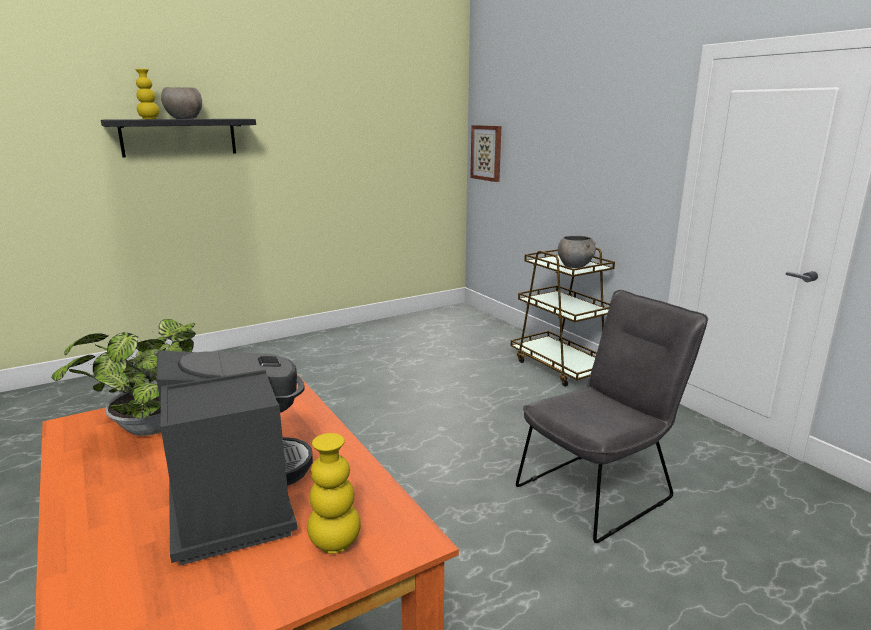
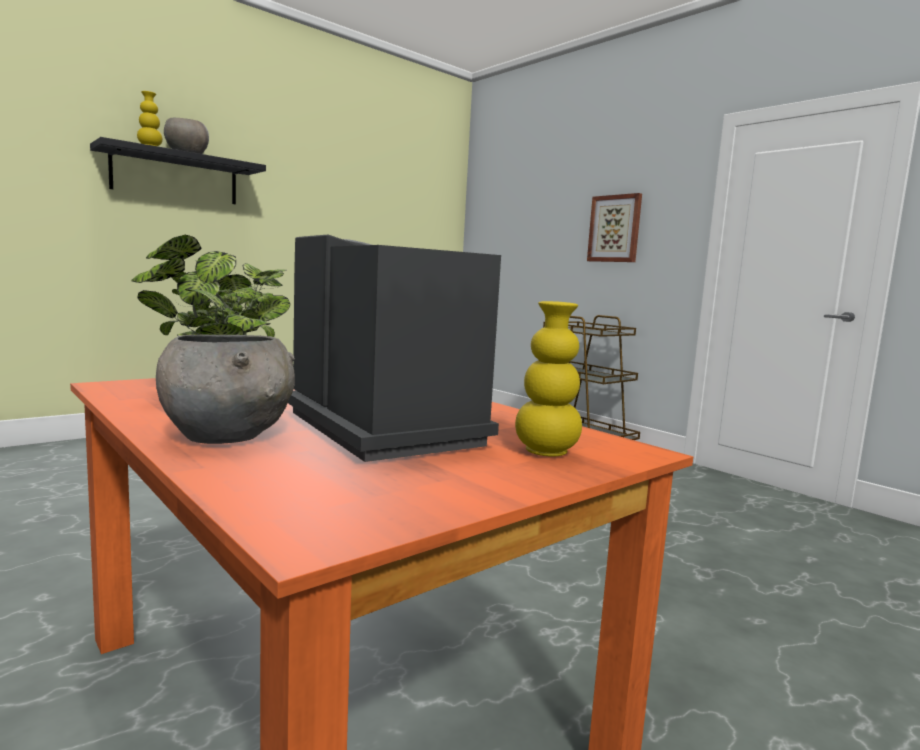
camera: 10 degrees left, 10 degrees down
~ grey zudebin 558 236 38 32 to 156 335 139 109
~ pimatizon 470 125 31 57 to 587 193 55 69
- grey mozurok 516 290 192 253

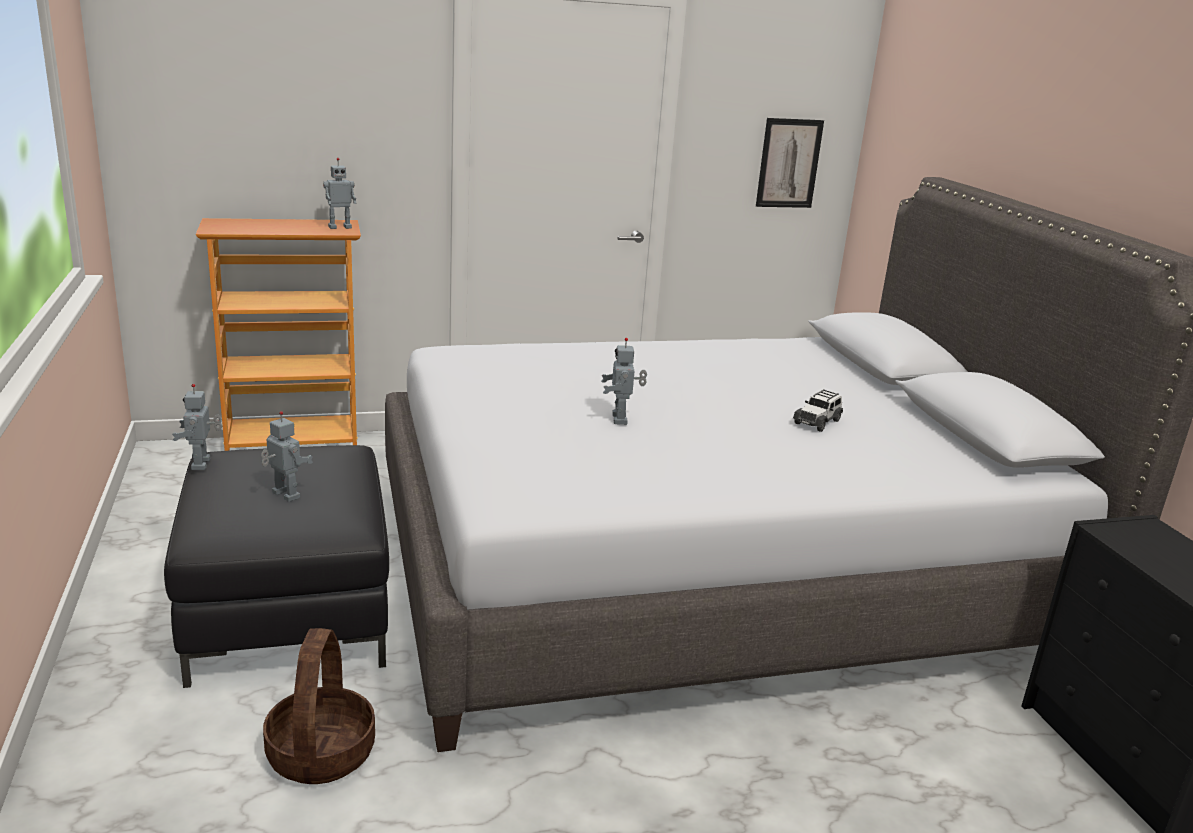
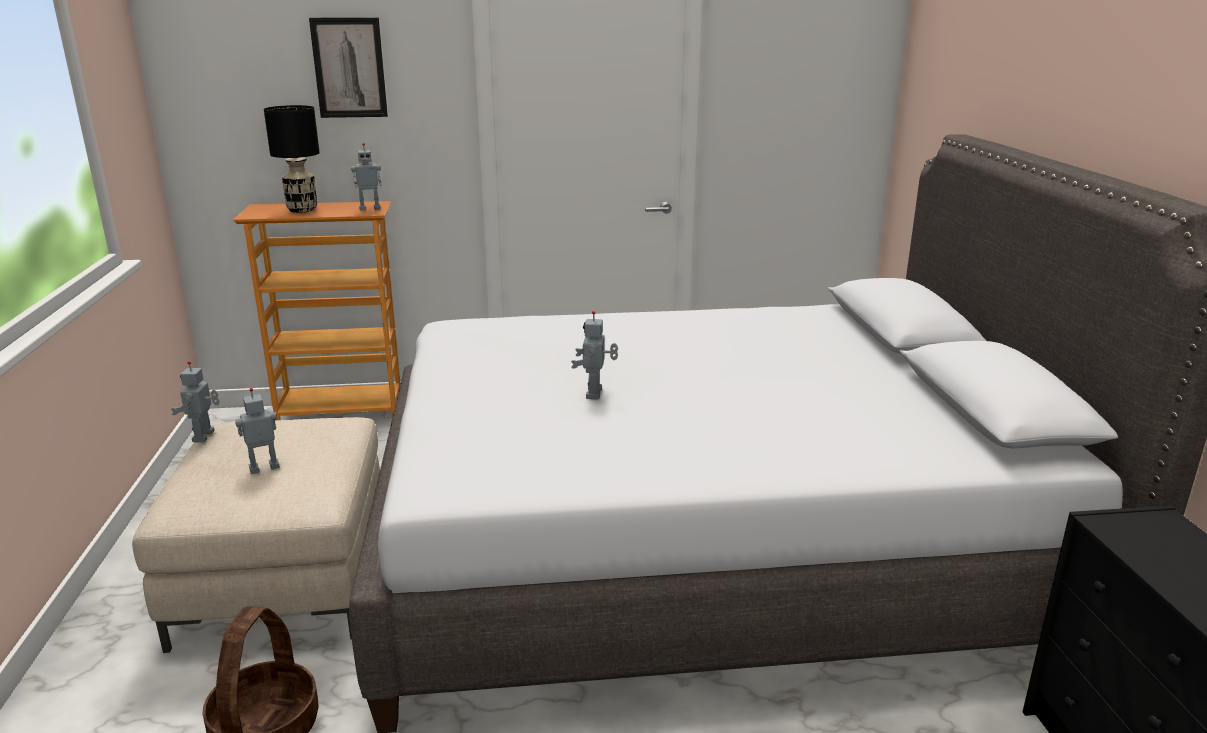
camera: 10 degrees right, 0 degrees up
~ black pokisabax 164 445 225 243 to beige pokisabax 132 417 248 236
~ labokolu 261 411 52 91 = 235 388 45 86 75 degrees counterclockwise
+ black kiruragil 264 105 56 108
~ pimatizon 756 118 68 90 to 309 17 79 101
- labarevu 793 389 50 43

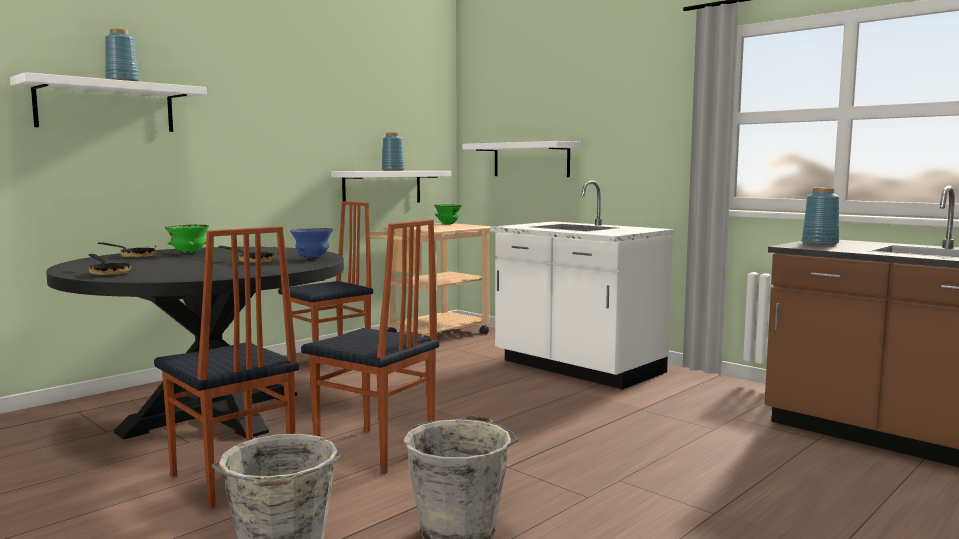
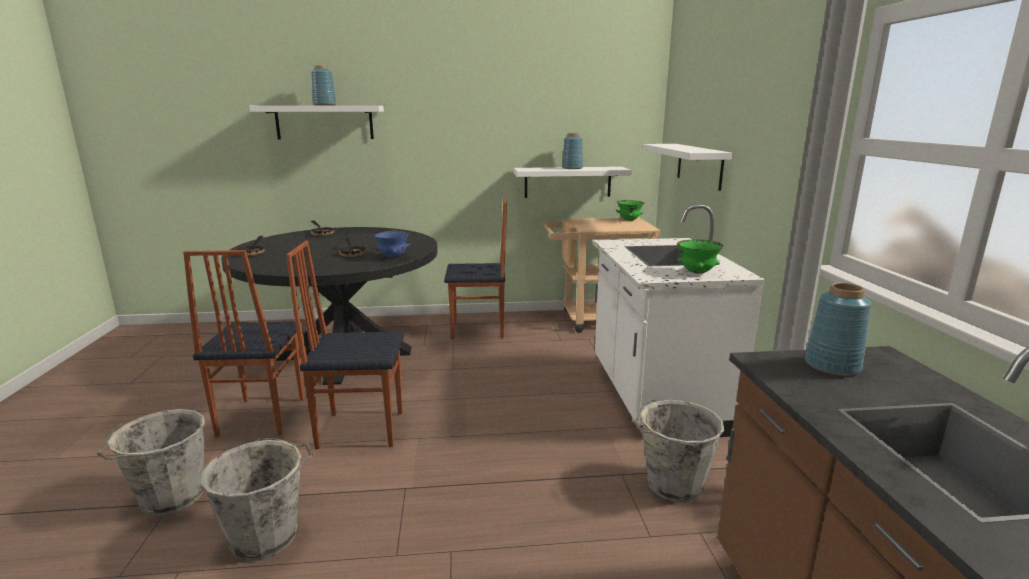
camera: 40 degrees right, 10 degrees up
~ mozurok 301 219 138 255 = 286 241 118 208 105 degrees clockwise
+ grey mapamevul 632 400 92 102
~ green zudebin 165 225 44 29 to 677 239 47 35

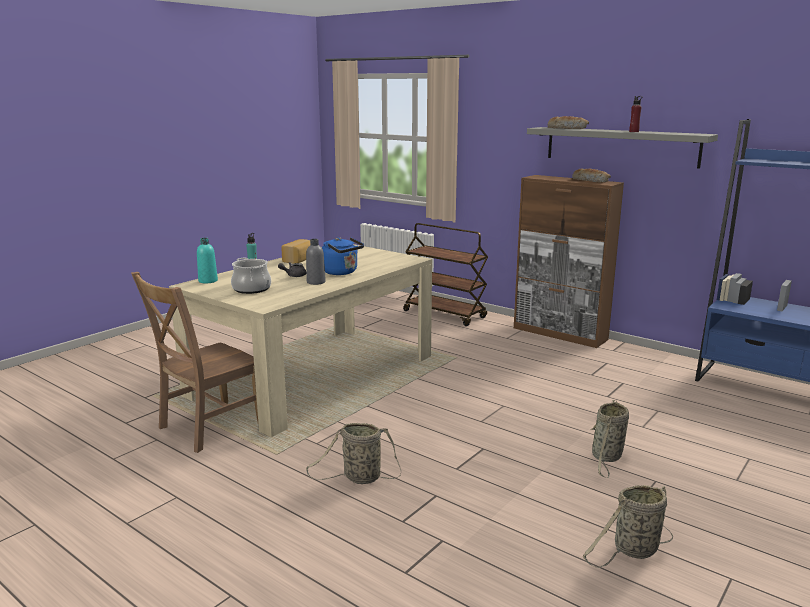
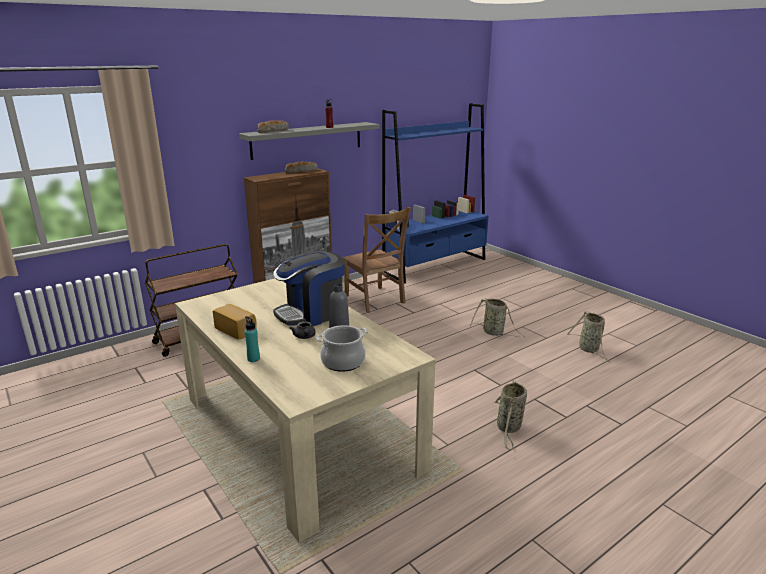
camera: 75 degrees left, 5 degrees up
~ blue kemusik 322 237 42 38 to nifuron 273 251 71 75
~ brown mozurok 131 272 127 181 to 343 207 68 106
- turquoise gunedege 197 238 21 45

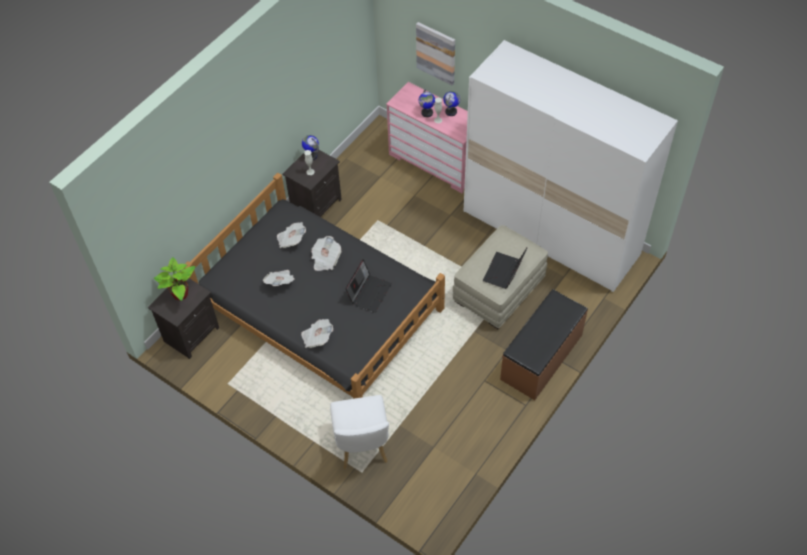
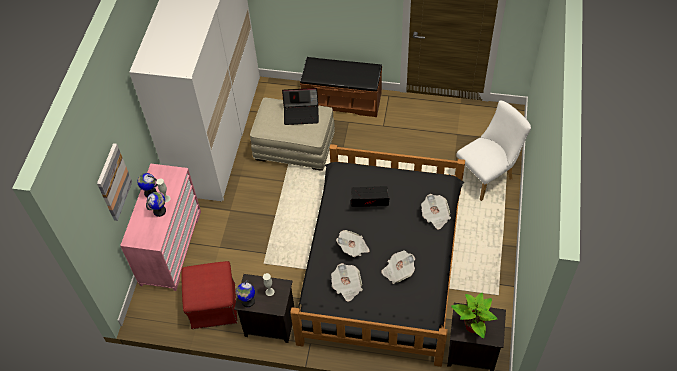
camera: 115 degrees left, 0 degrees up
+ red pokisabax 182 261 56 68

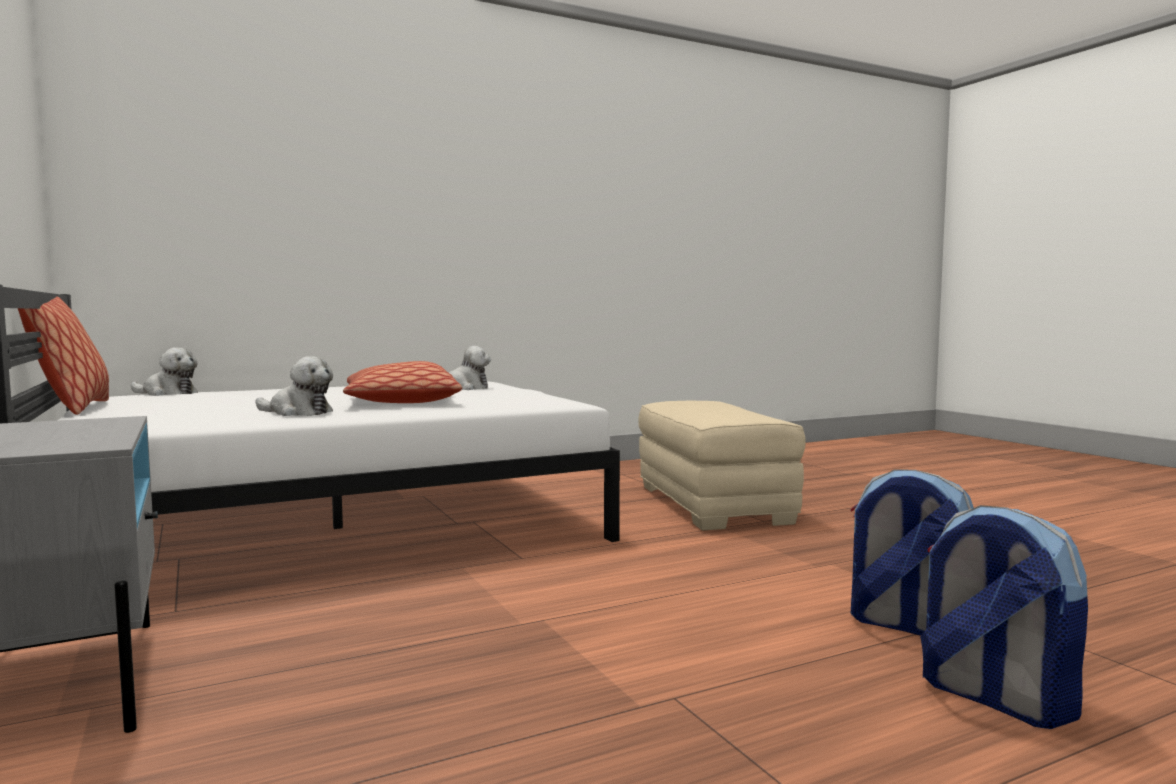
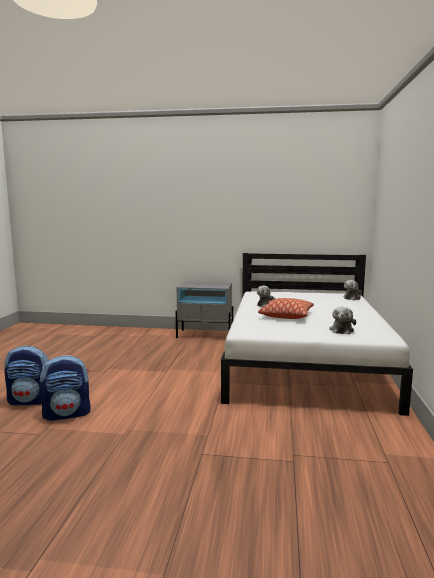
camera: 125 degrees right, 5 degrees up
- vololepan 18 296 91 119
- beige pokisabax 638 401 168 129

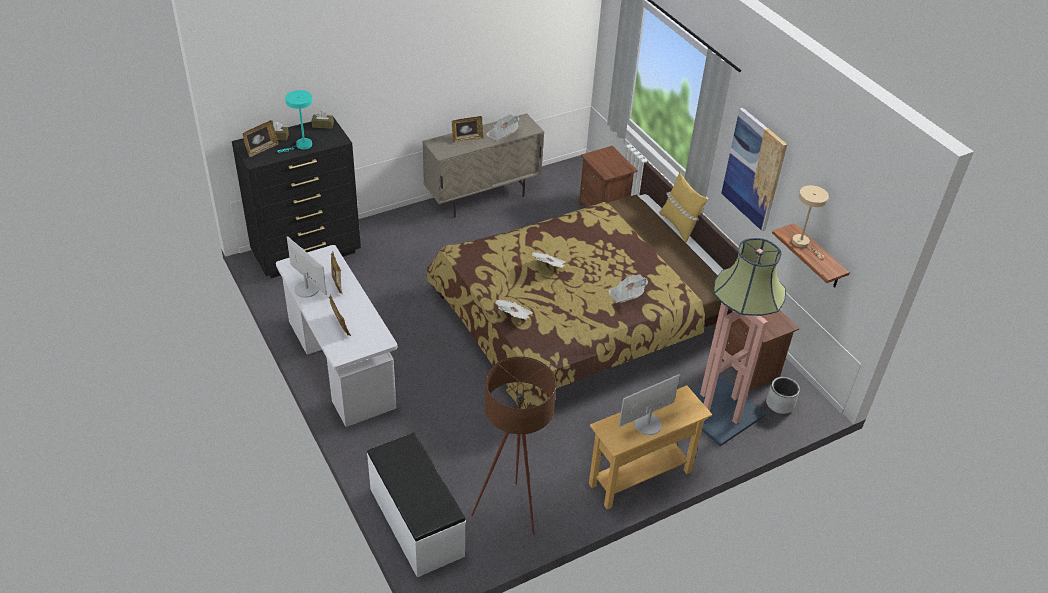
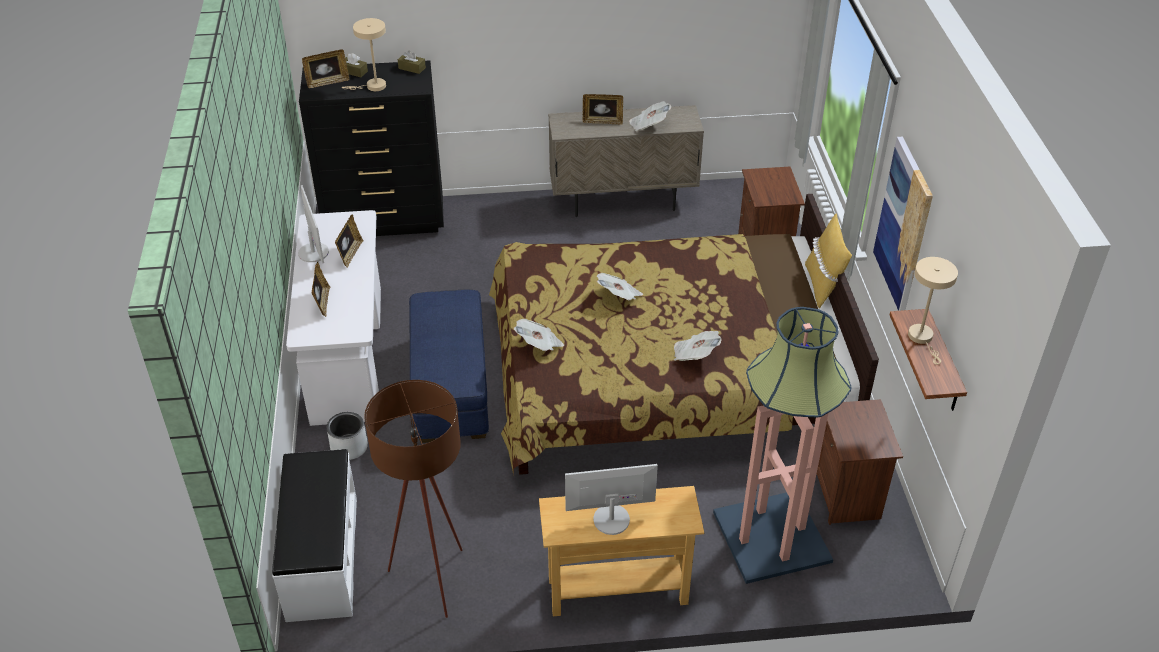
camera: 25 degrees right, 0 degrees up
~ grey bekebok 766 377 34 37 to 327 412 41 48
~ turquoise kiruragil 277 90 36 62 to beige kiruragil 342 18 44 73
+ blue pokisabax 409 290 80 153

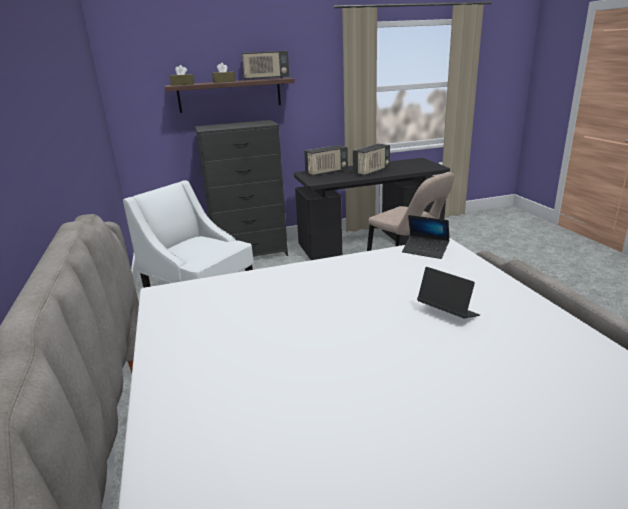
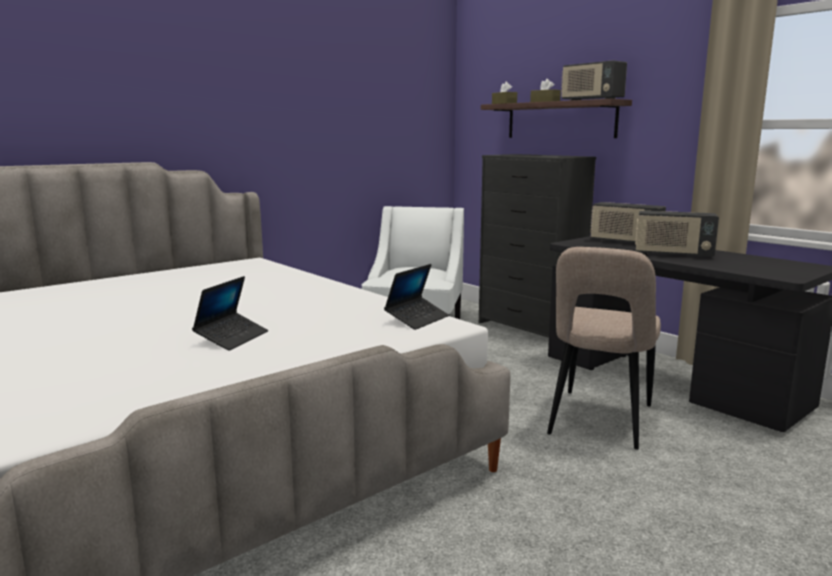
camera: 65 degrees right, 10 degrees down
~ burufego 402 215 47 44 = 384 264 65 66 150 degrees counterclockwise

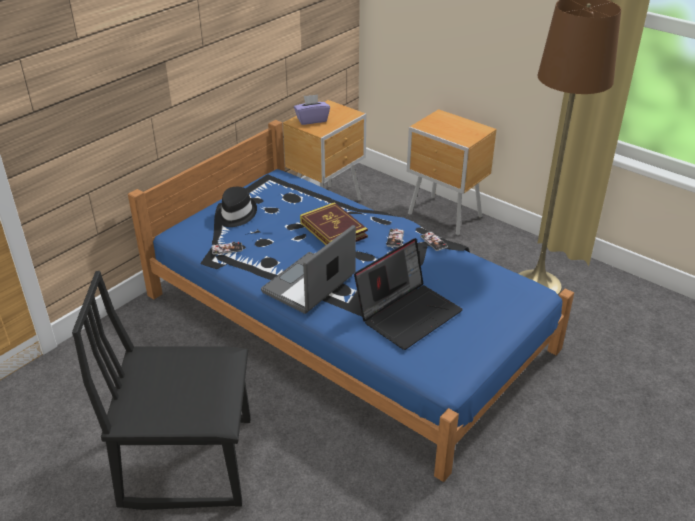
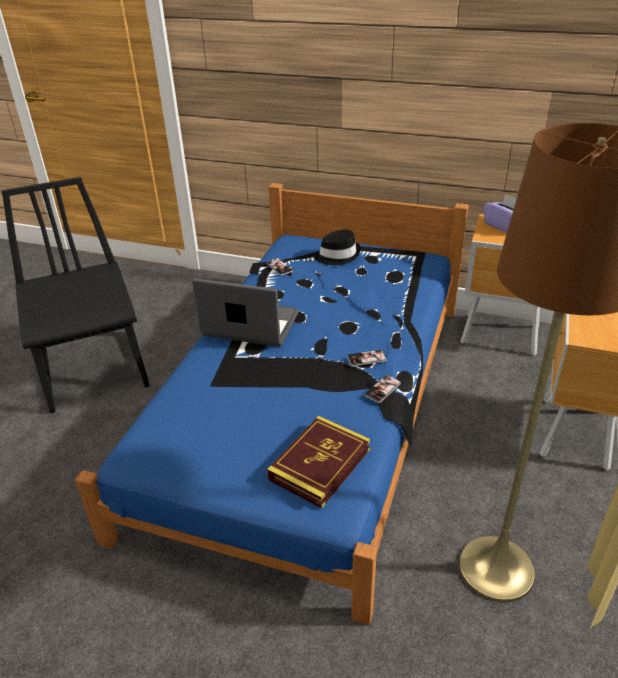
camera: 70 degrees right, 0 degrees up
~ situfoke 300 202 68 43 to 267 416 103 92
- burufego 354 238 109 112

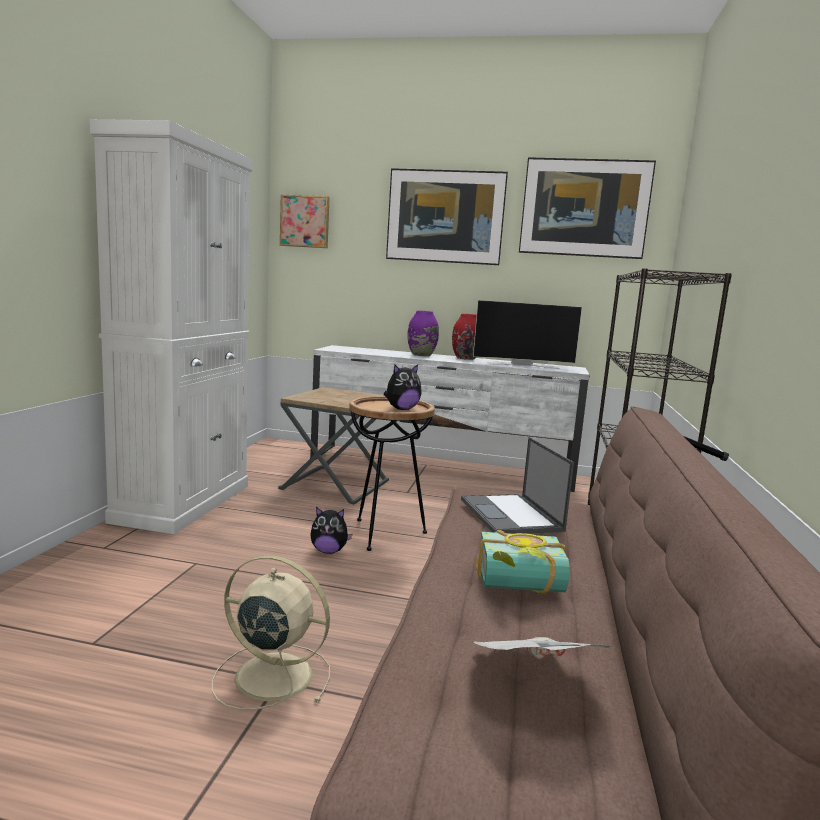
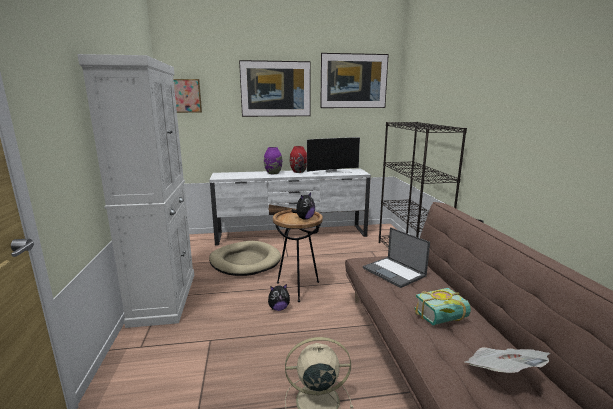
camera: 20 degrees left, 5 degrees up
~ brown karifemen 278 387 111 118 to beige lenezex 209 241 72 35

